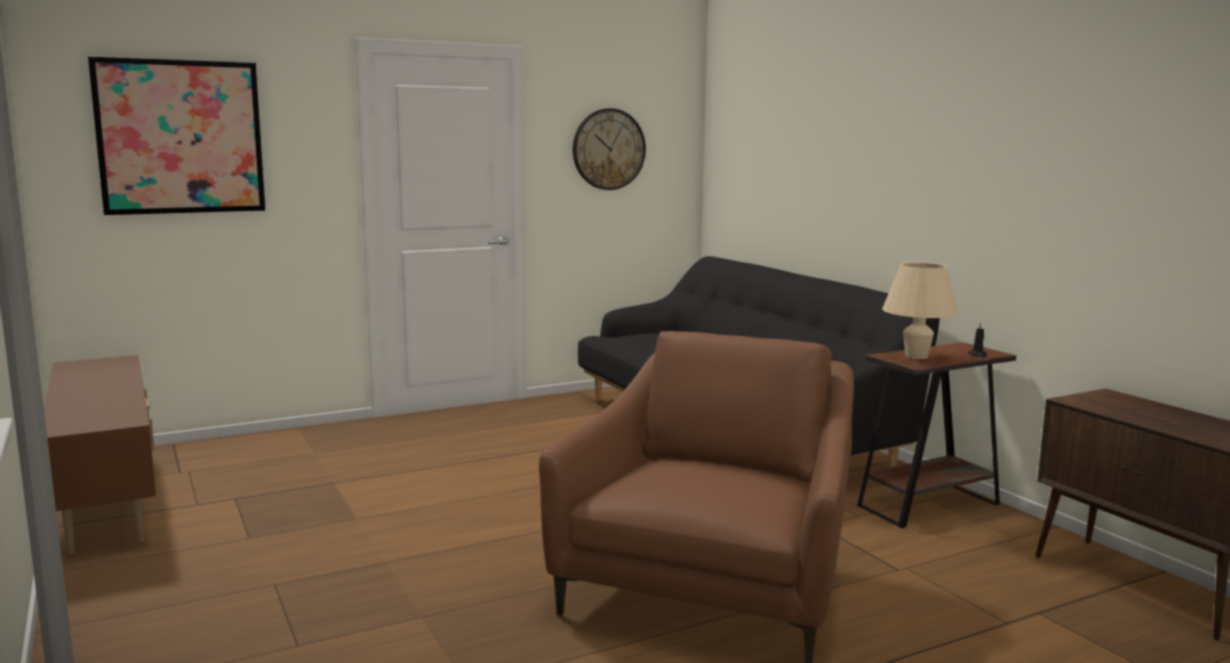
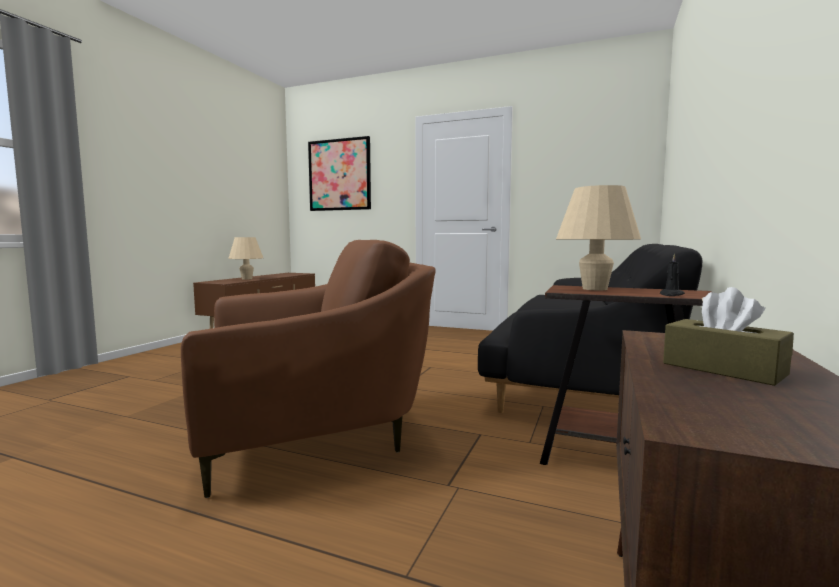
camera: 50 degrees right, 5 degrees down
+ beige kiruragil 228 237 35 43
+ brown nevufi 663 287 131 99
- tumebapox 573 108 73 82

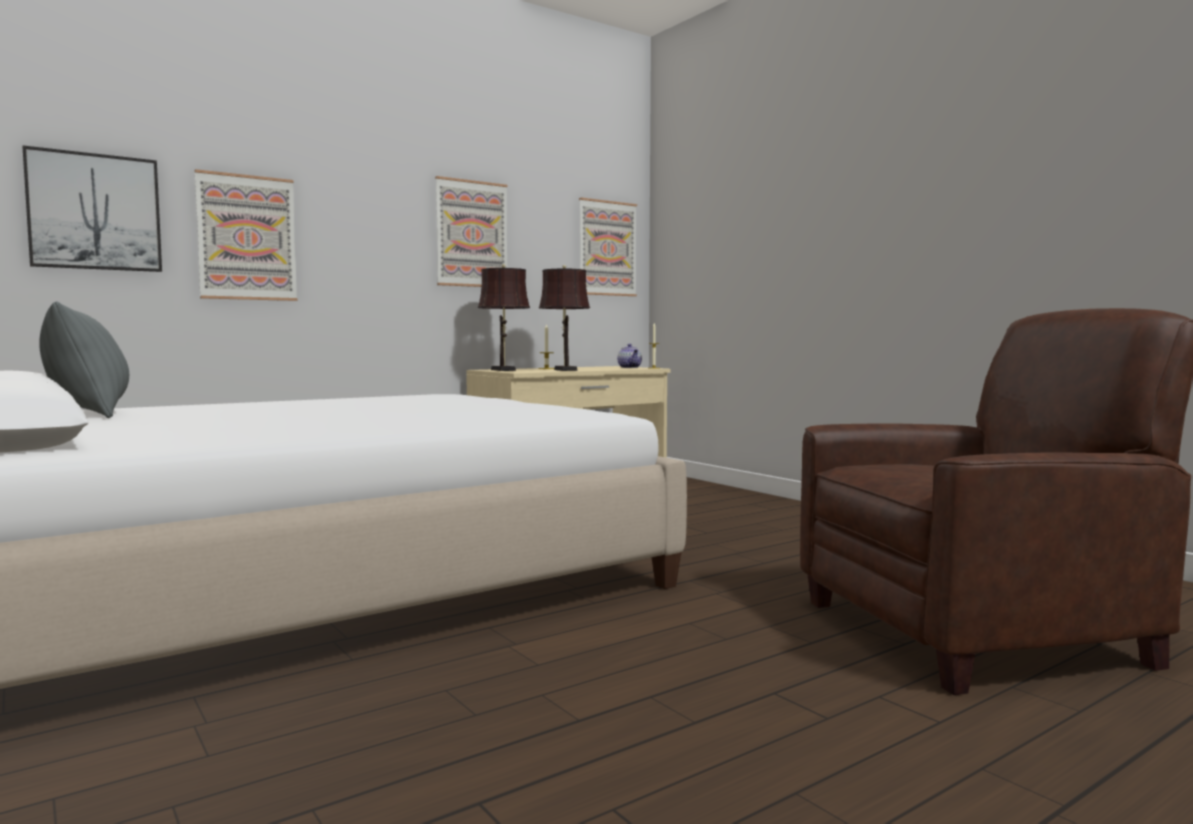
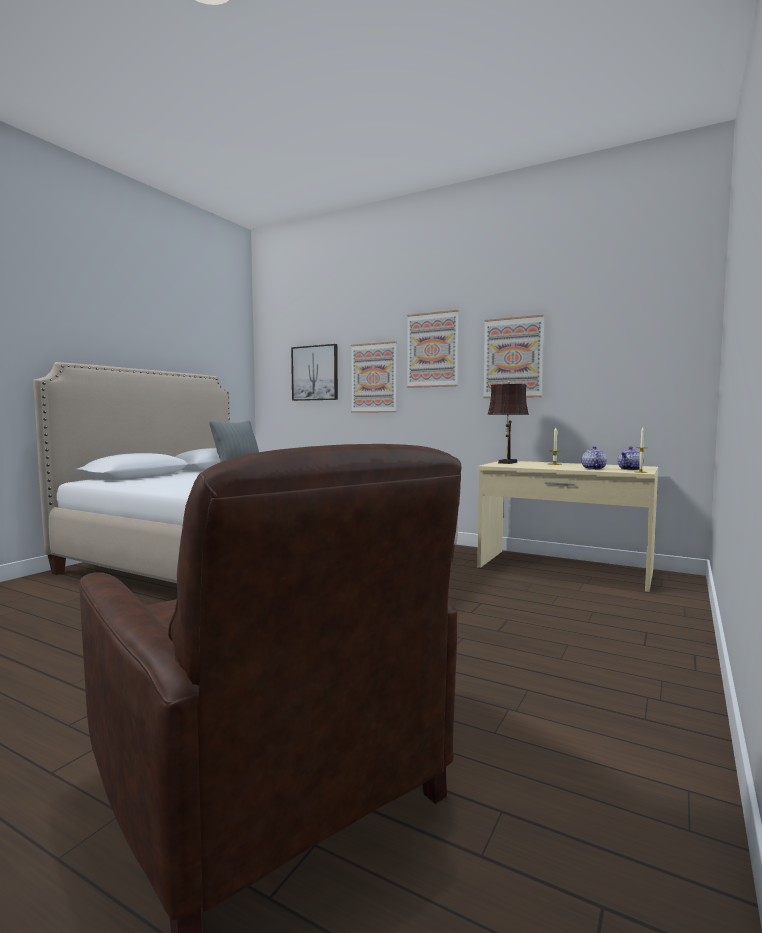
camera: 65 degrees right, 0 degrees up
~ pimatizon 579 197 58 99 to 407 310 52 78
+ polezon 581 446 26 24
- brown kiruragil 539 265 51 106

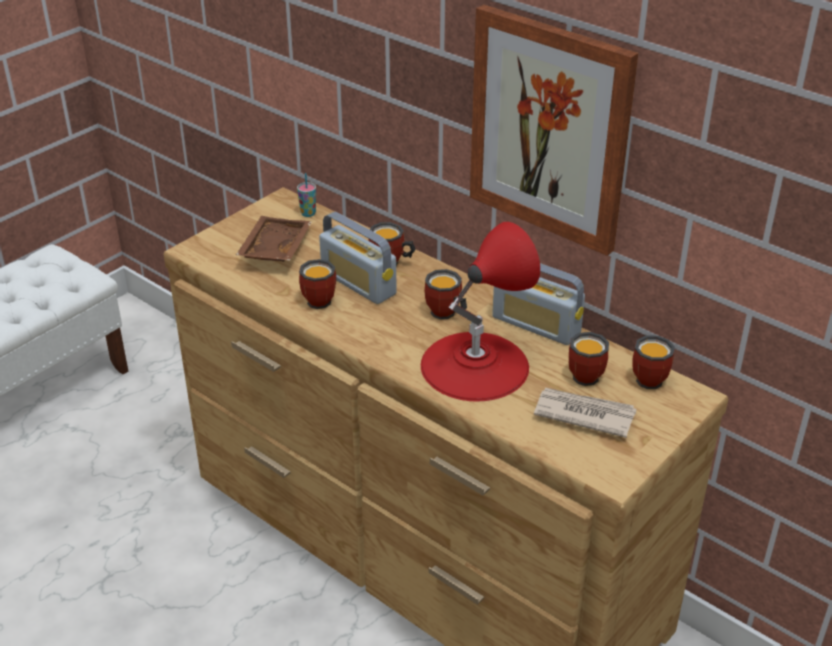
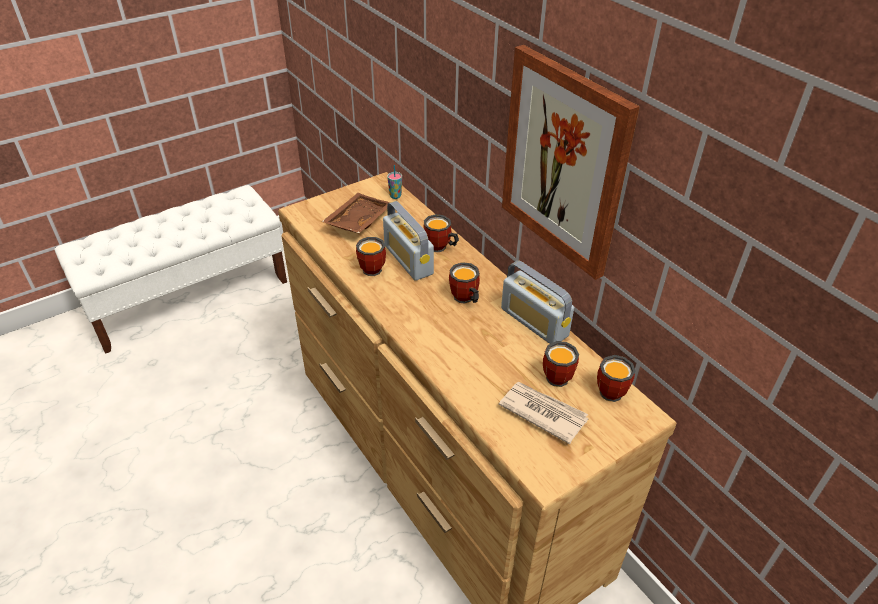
camera: 15 degrees right, 5 degrees up
- red kiruragil 421 222 119 179

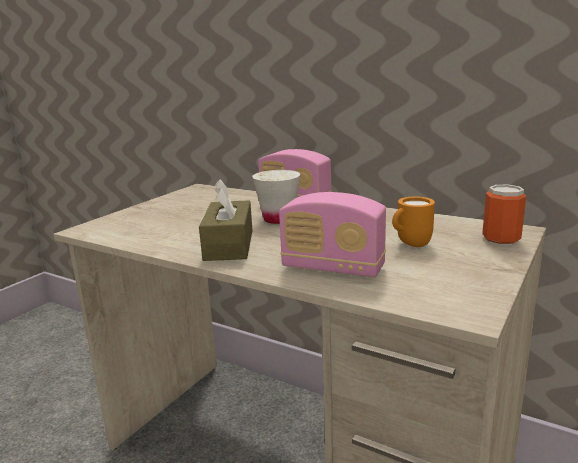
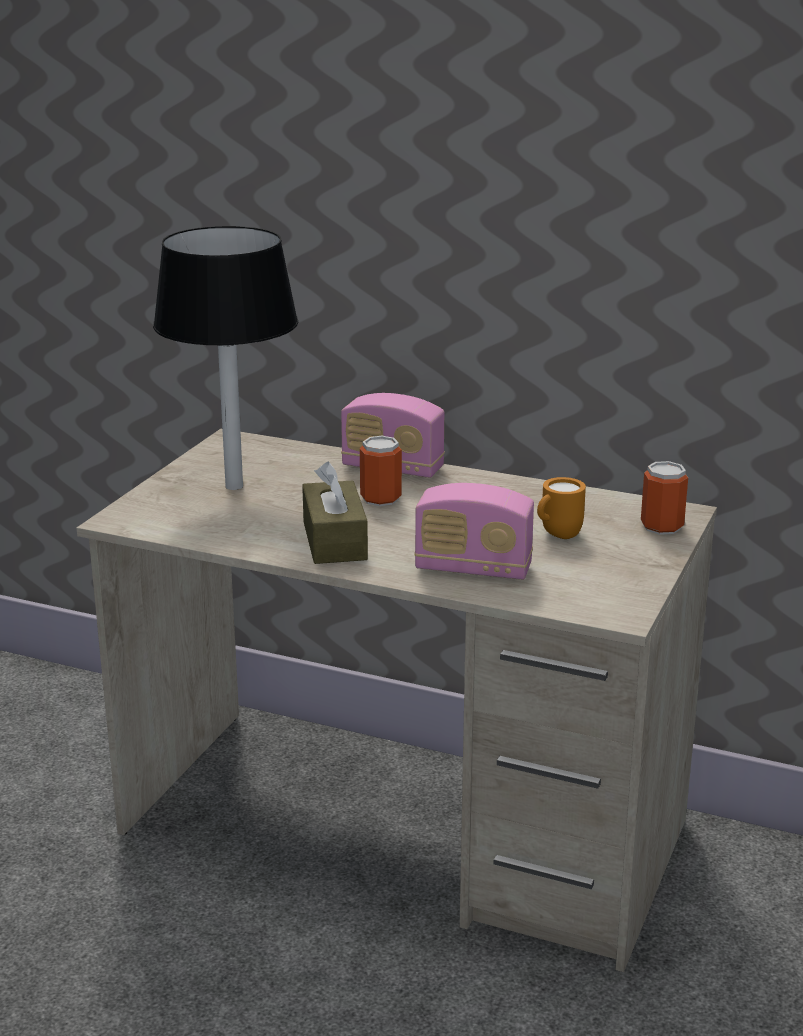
camera: 10 degrees left, 5 degrees up
+ black kiruragil 153 226 145 264
~ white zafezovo 252 170 49 54 to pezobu 360 436 42 70

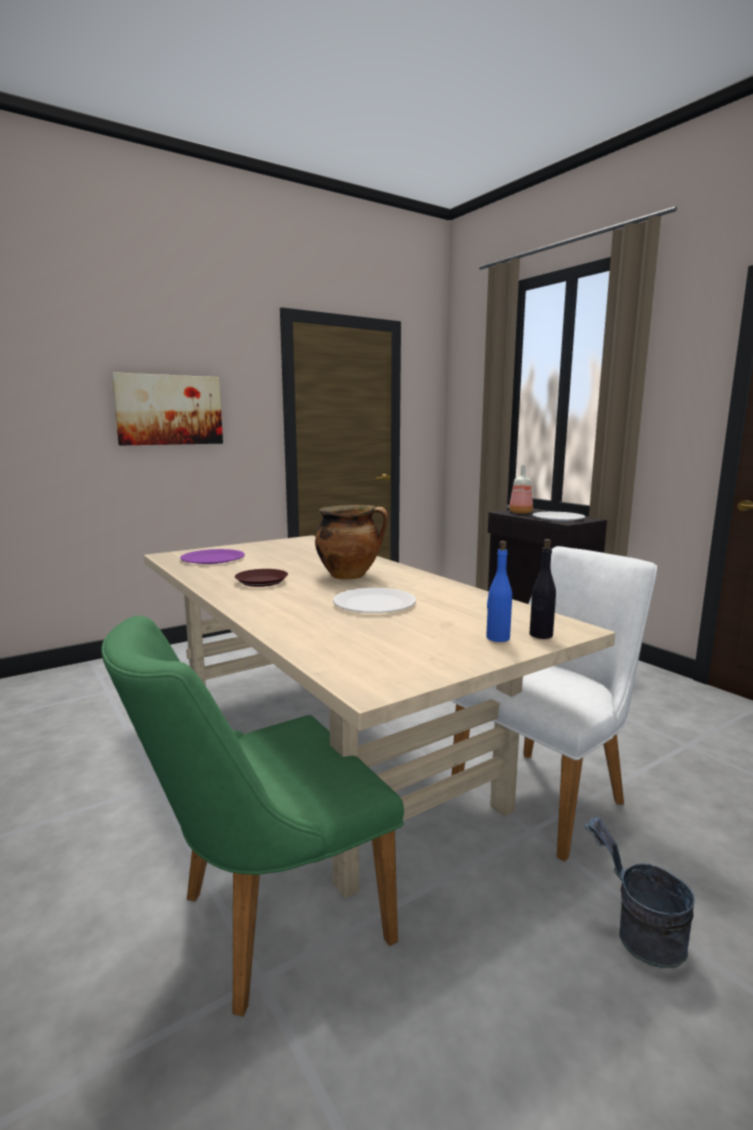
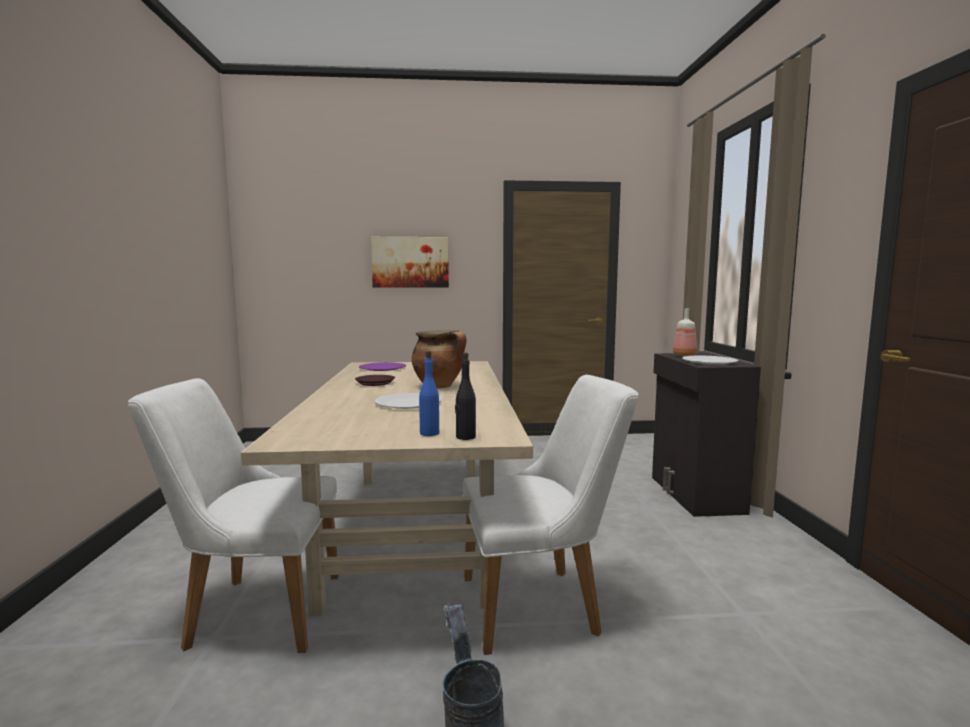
camera: 30 degrees right, 5 degrees down
~ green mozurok 101 616 303 401 to white mozurok 128 378 211 275

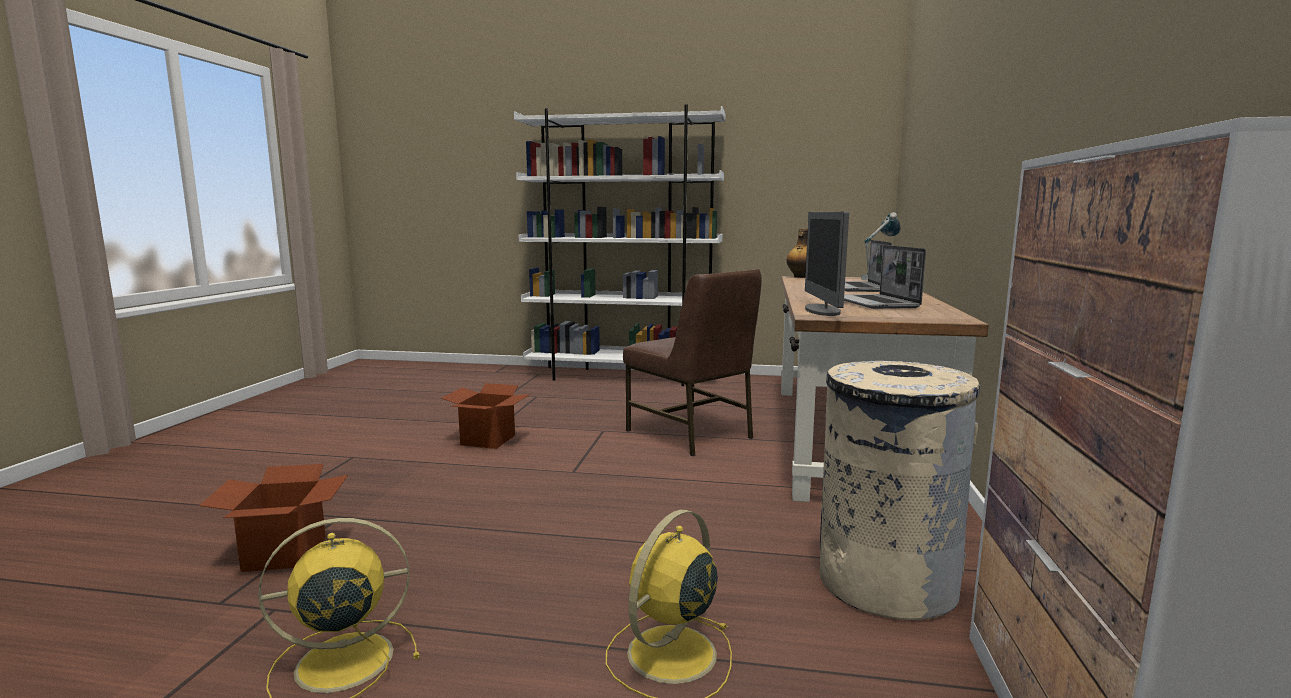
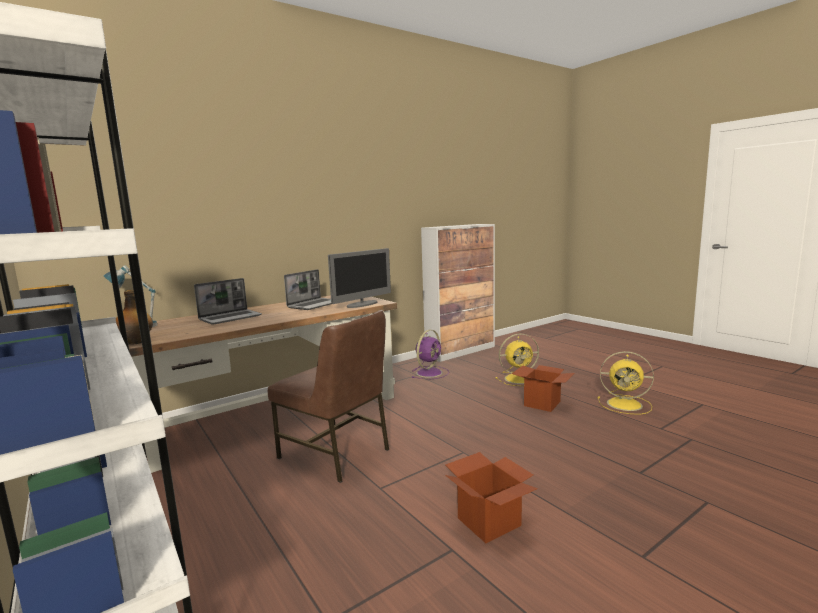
camera: 135 degrees left, 0 degrees up
~ brown mozurok 623 269 139 187 = 268 310 121 173 120 degrees clockwise
~ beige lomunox 820 361 160 259 to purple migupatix 412 330 37 49
~ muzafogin 199 464 149 108 to 512 365 62 47

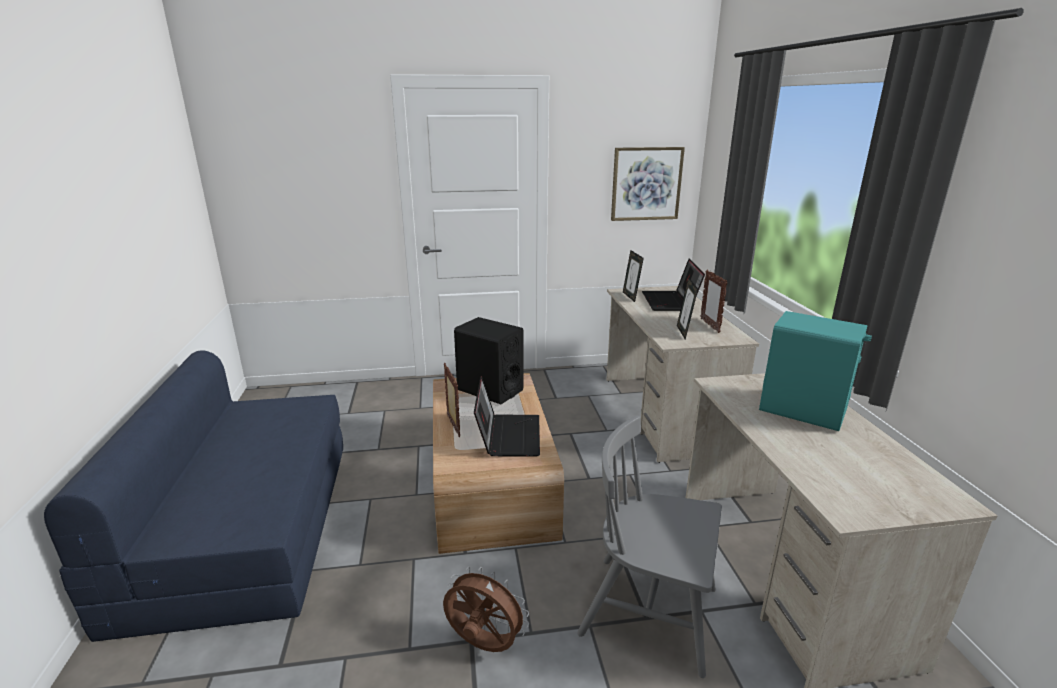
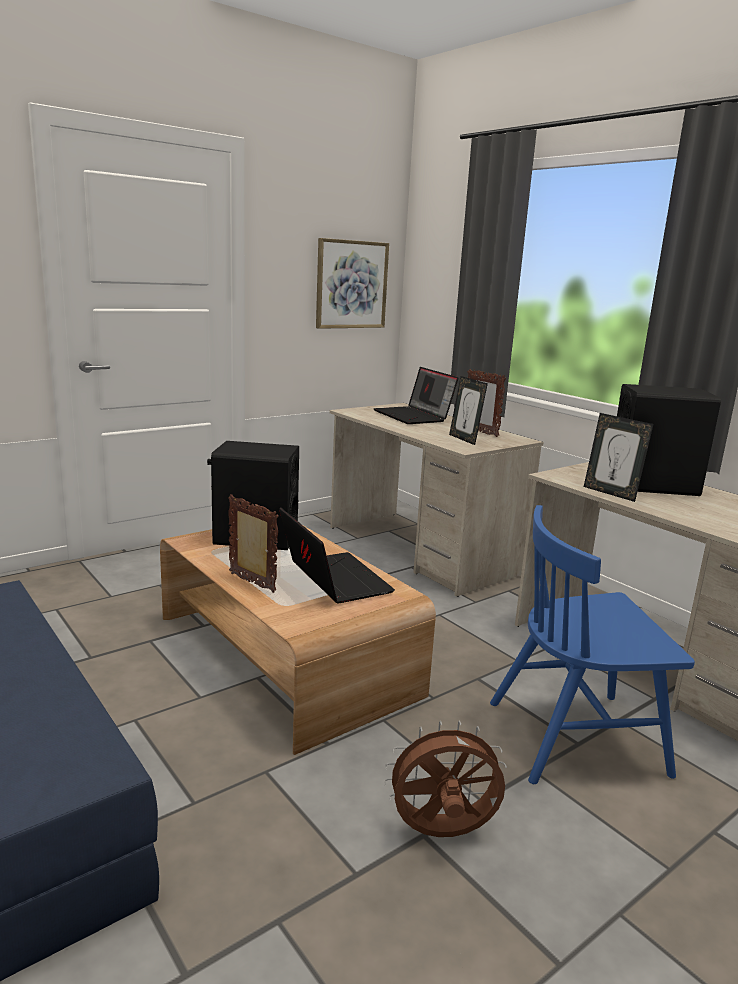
camera: 30 degrees left, 5 degrees down
~ grey mozurok 577 416 145 262 to blue mozurok 490 505 205 279
~ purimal 623 250 21 52 to 584 413 69 89
~ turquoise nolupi 759 311 113 120 to black nolupi 617 384 104 112

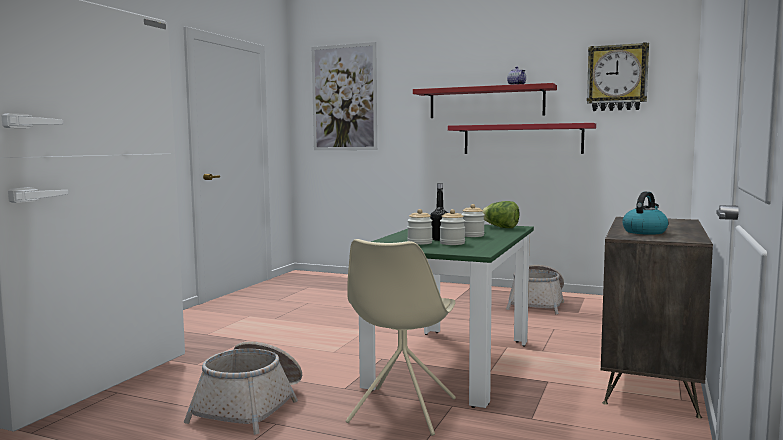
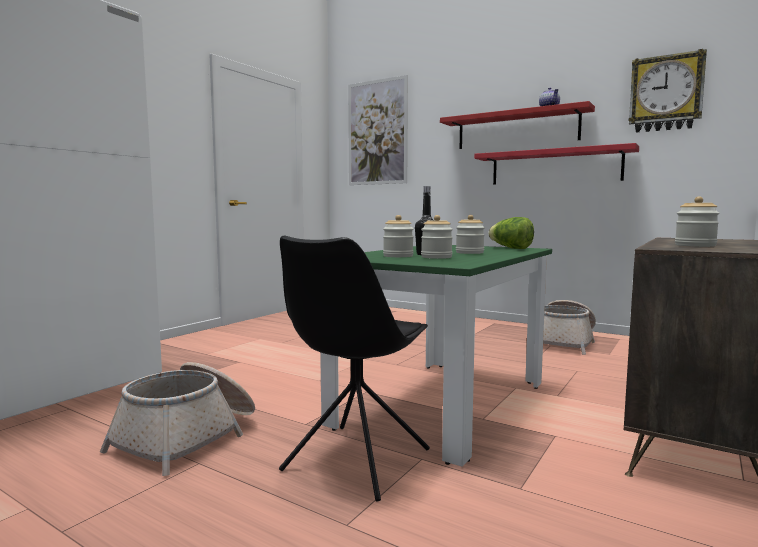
camera: 10 degrees right, 0 degrees up
~ beige mozurok 346 239 110 197 to black mozurok 279 235 151 266
~ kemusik 622 192 46 43 to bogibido 675 196 45 51

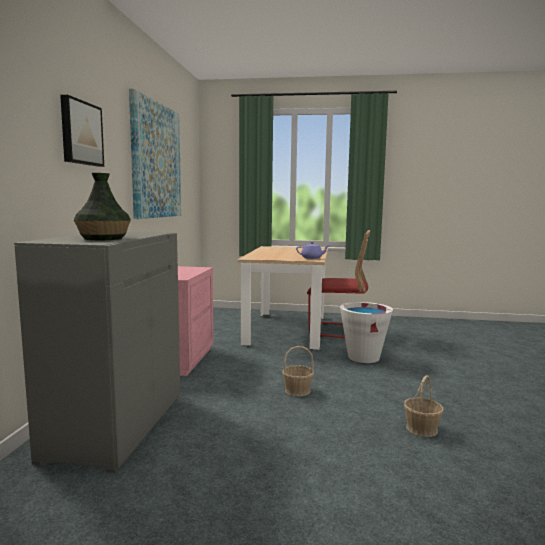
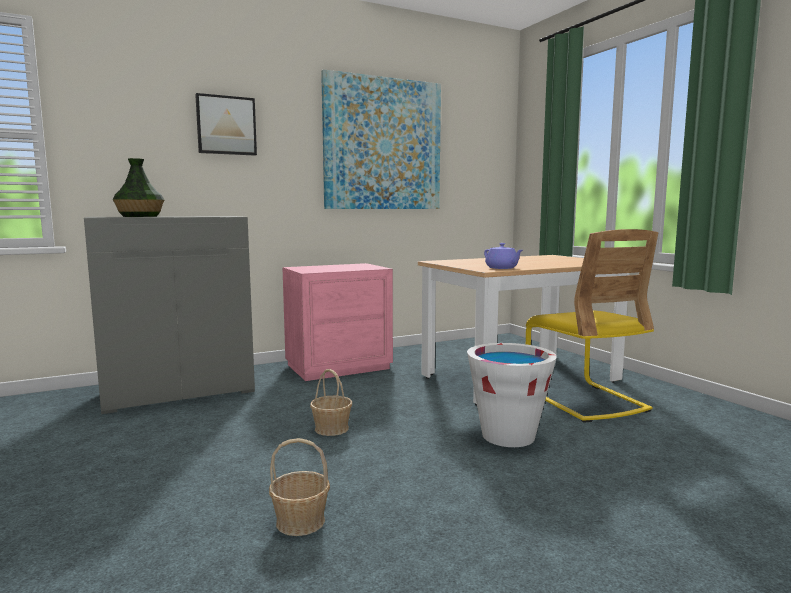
camera: 55 degrees right, 0 degrees up
~ red mozurok 307 230 63 108 to yellow mozurok 526 229 133 194

